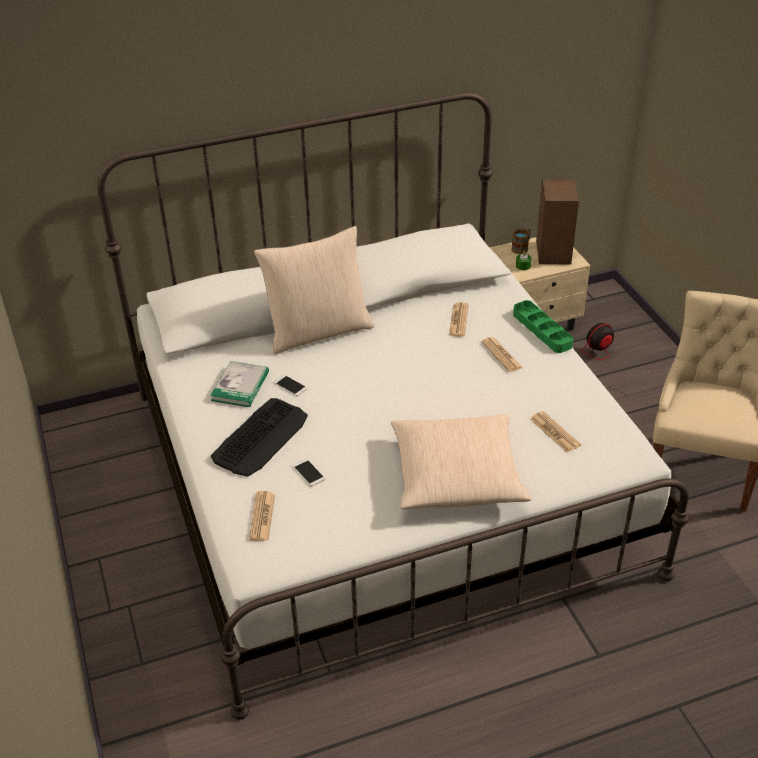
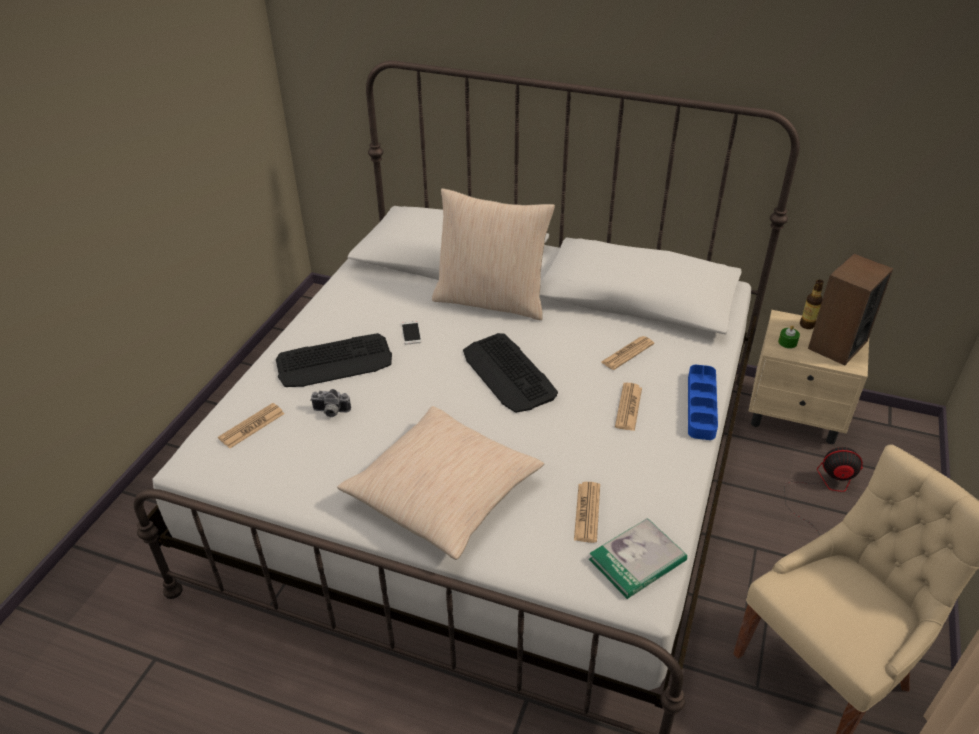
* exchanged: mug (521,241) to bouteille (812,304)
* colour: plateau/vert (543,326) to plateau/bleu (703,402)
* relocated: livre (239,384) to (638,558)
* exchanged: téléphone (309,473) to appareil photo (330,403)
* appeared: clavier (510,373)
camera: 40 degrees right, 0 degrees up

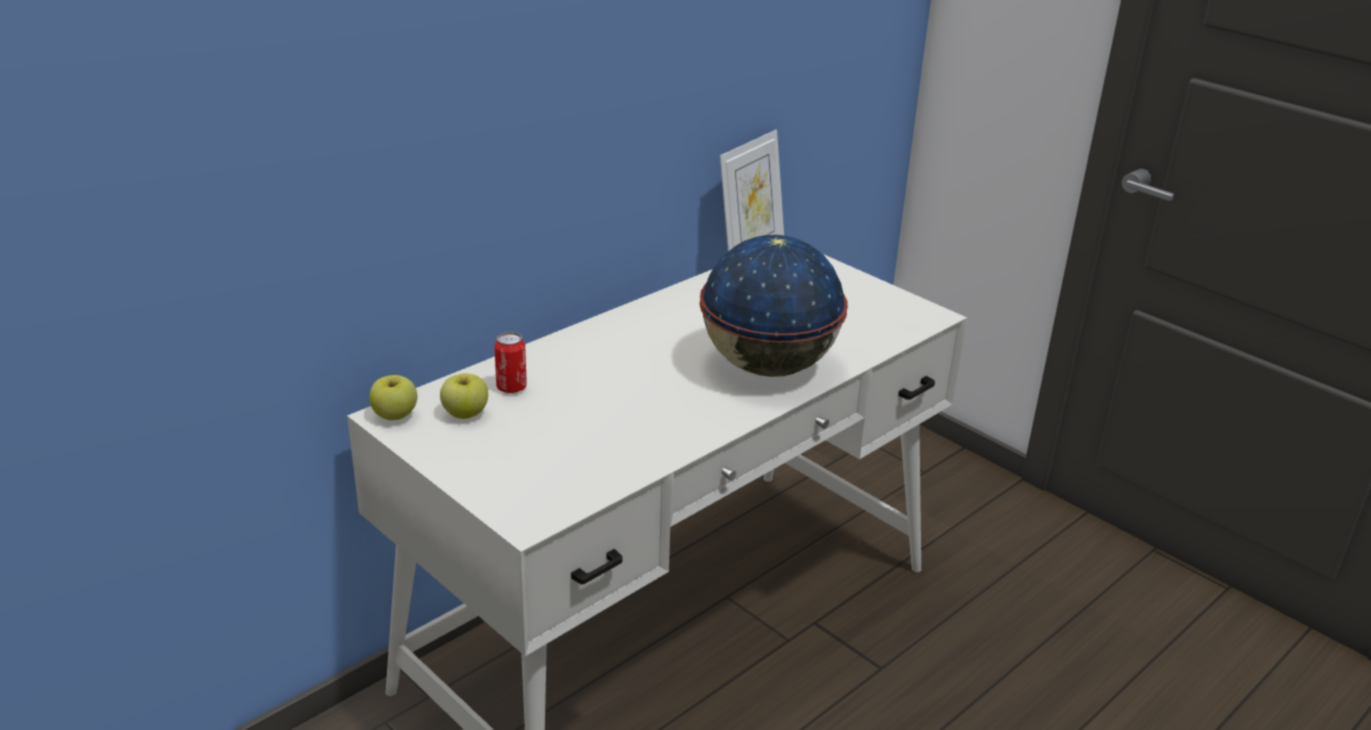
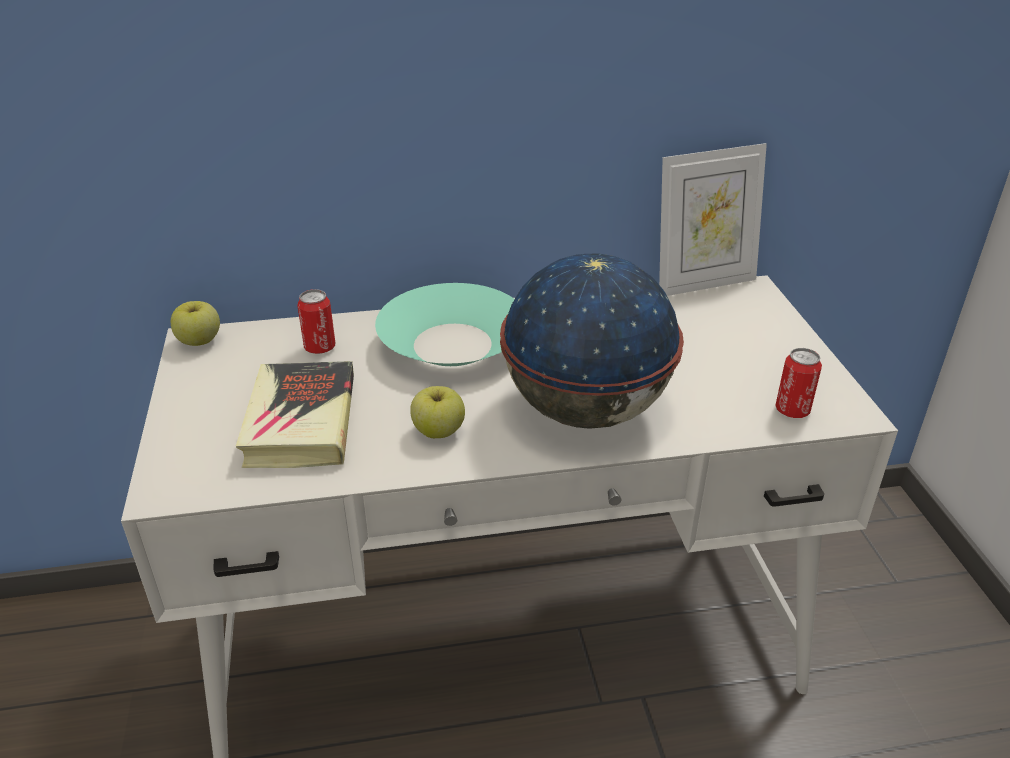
* relocated: pomme (464,396) to (437,412)
* appeared: bol/turquoise (444,324)
* appeared: boîte métallique (798,383)
* appeared: livre (294,414)
camera: 35 degrees right, 5 degrees up

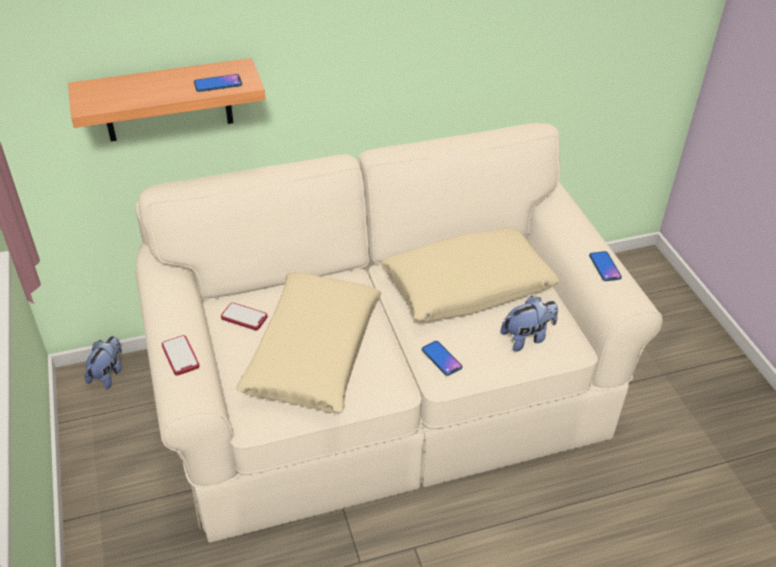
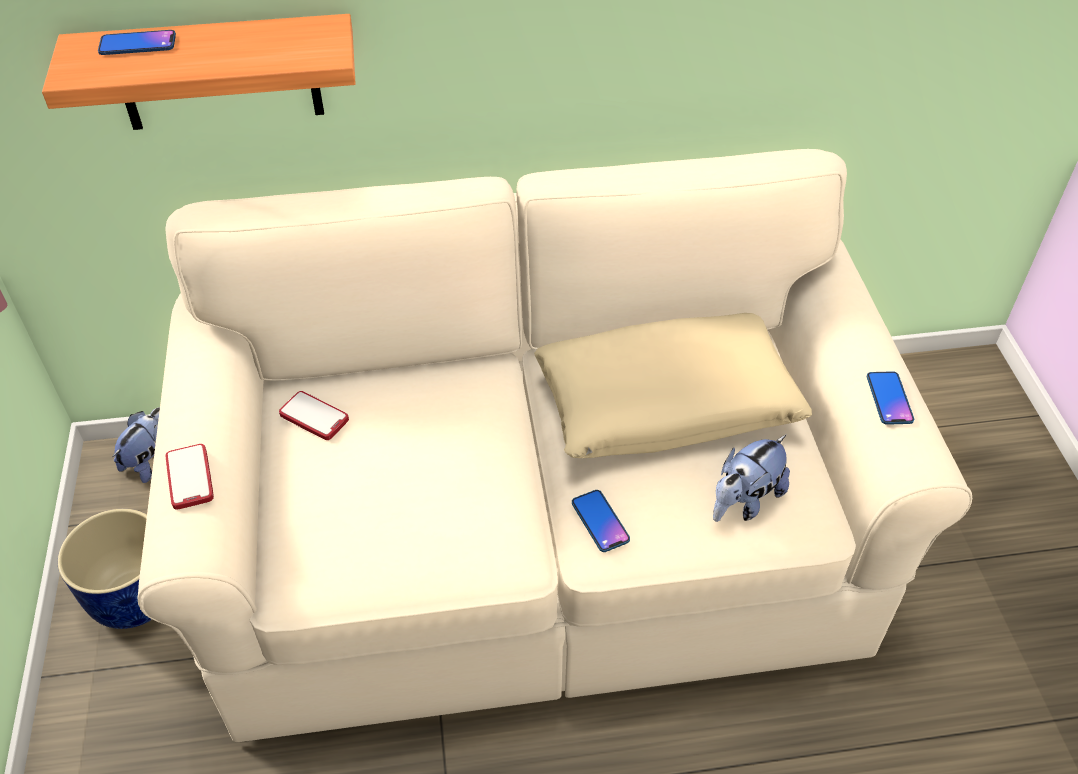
* relocated: téléphone (218,83) to (137,42)
* missing: coussin/beige (309,342)
* spun: peluche (529,324) = (751,478) 150 degrees clockwise
* appeared: cache-pot/bleu (105,569)
camera: 10 degrees right, 5 degrees up

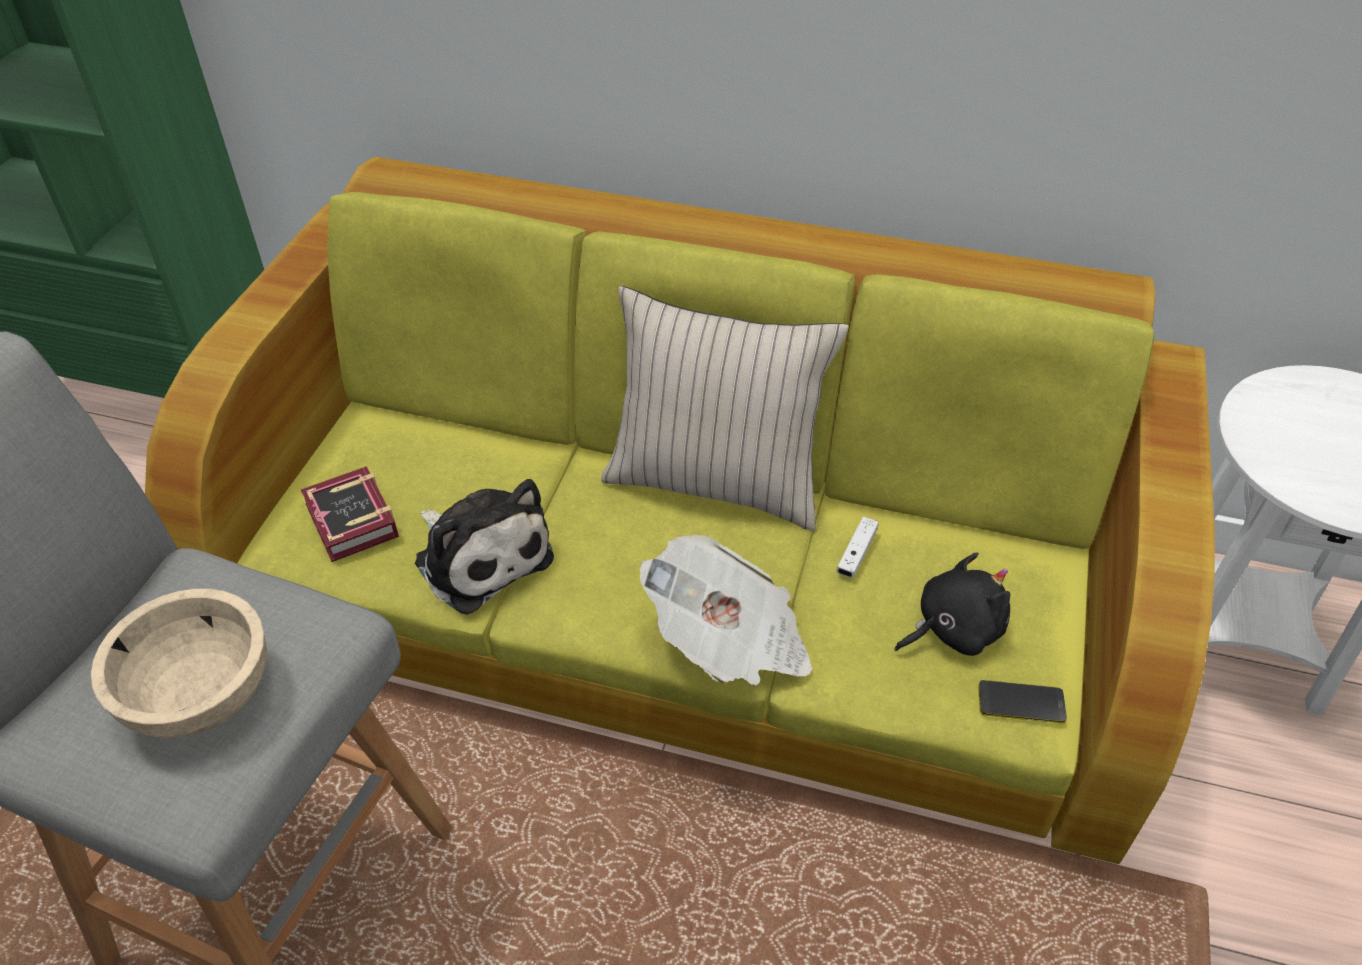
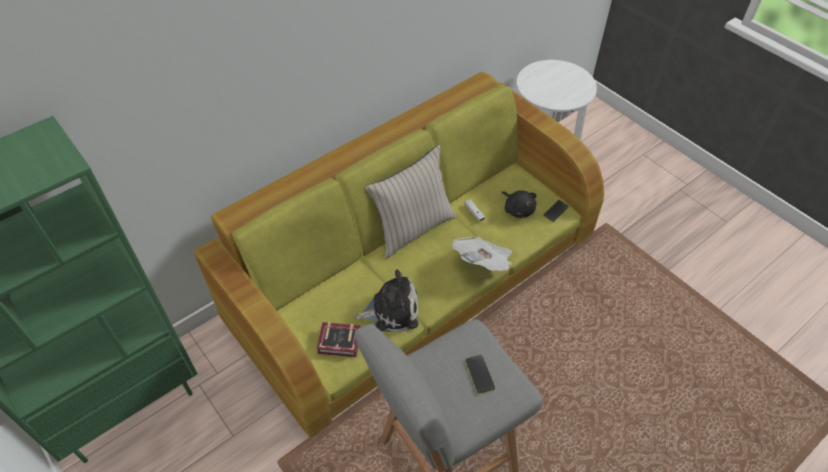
* spun: peluche/noir (952,604) = (519,204) 135 degrees clockwise
* exchanged: bol/beige (179,663) to téléphone (480,374)
camera: 55 degrees left, 5 degrees up

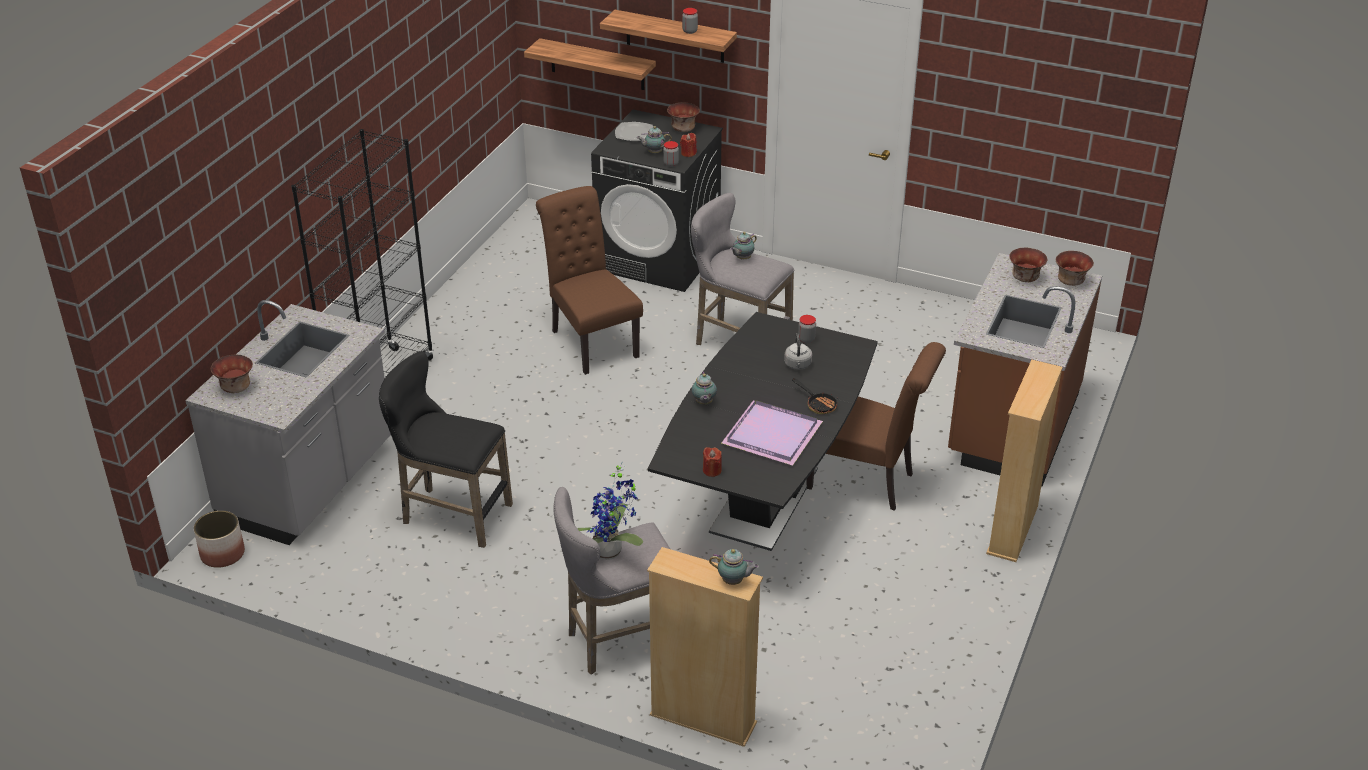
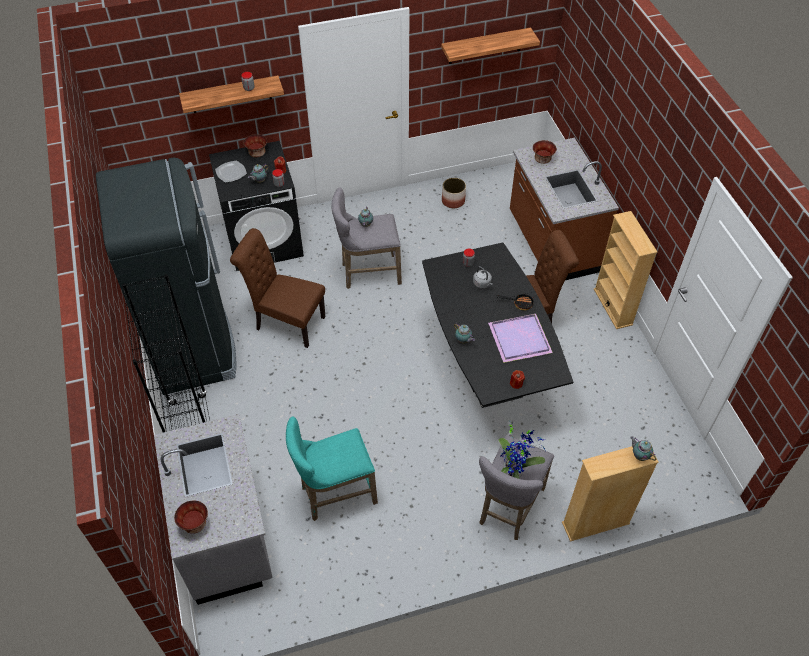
* relocated: étagère (590,64) to (490,45)
* missing: bol (1075,268)
* colour: tabouret/noir (446,449) to tabouret/turquoise (332,469)
* relocated: cache-pot (219,539) to (454,193)
* spun: théière (734,567) = (643,448) 105 degrees counterclockwise
* appeared: réfrigérateur/noir (166,276)
camera: 40 degrees left, 15 degrees up

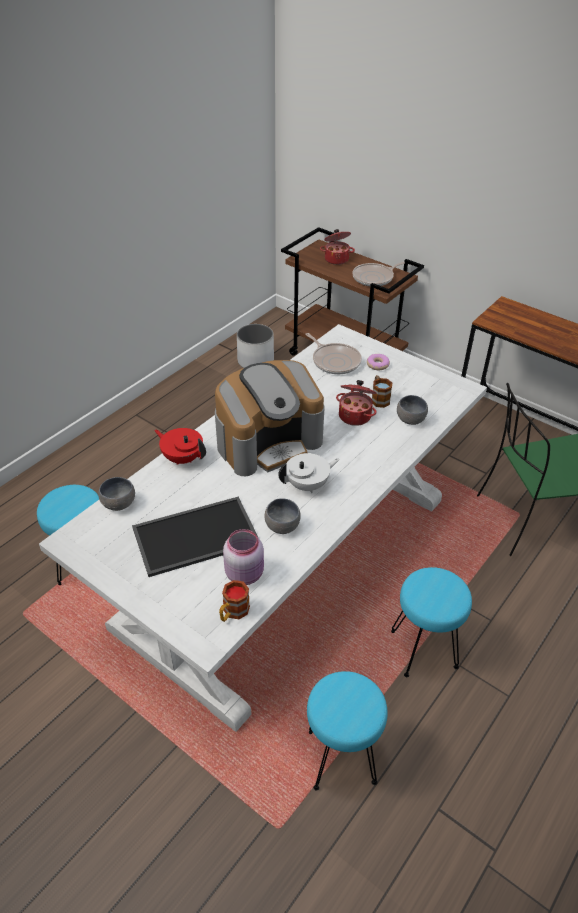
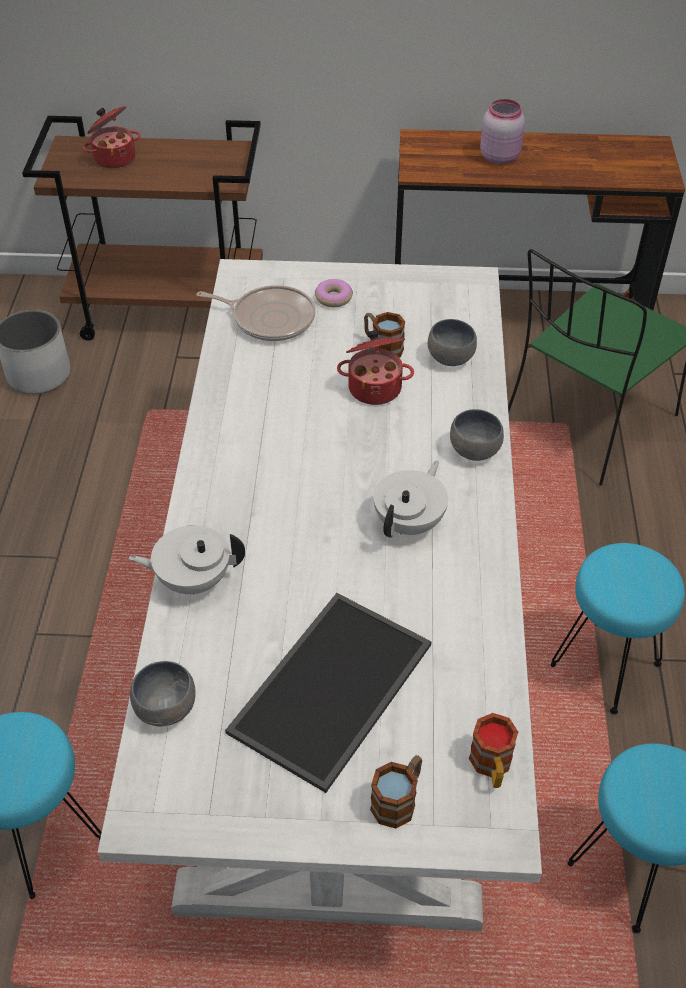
* missing: poêle (378,273)
* missing: machine à café (270,418)
* colour: théière/rouge (180,446) to théière/blanc (186,560)
* relocated: bol/gris (282,516) to (477,435)
* relocated: bocal/rose (243,557) to (502,132)
* appeared: mug (396,792)
camera: 35 degrees left, 5 degrees up

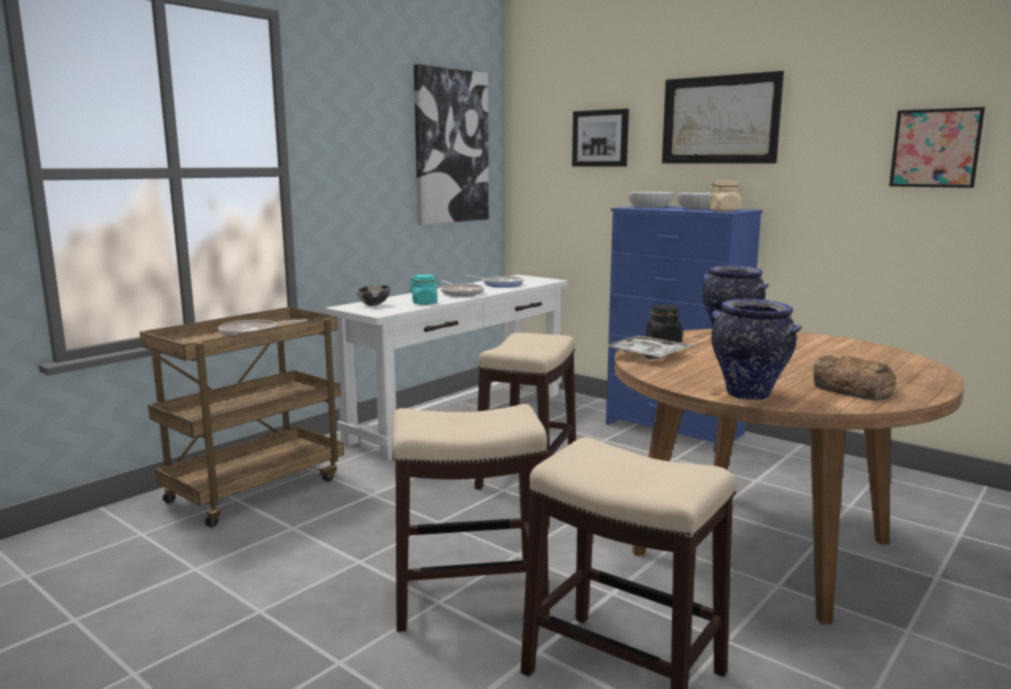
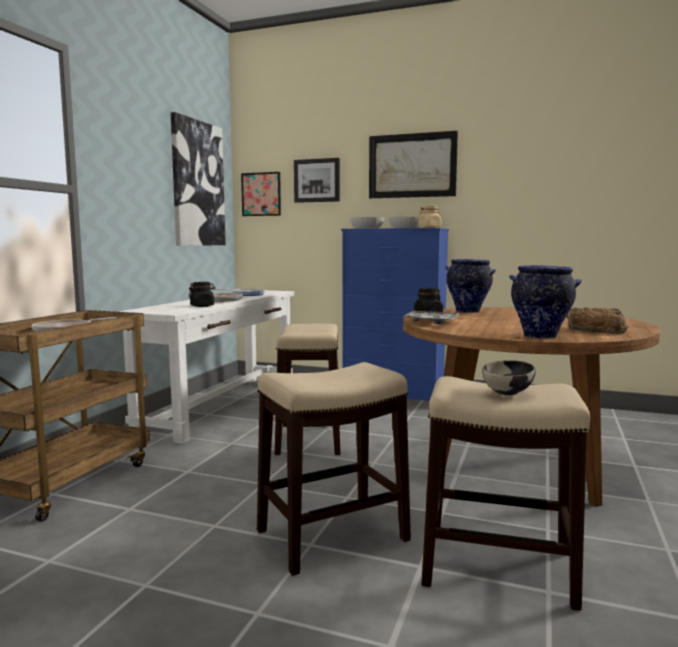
* relocated: tableau (937,147) to (261,194)
* colour: bocal/turquoise (424,289) to bocal/noir (202,294)
* relocated: bol (373,295) to (509,377)
camera: 20 degrees left, 5 degrees down

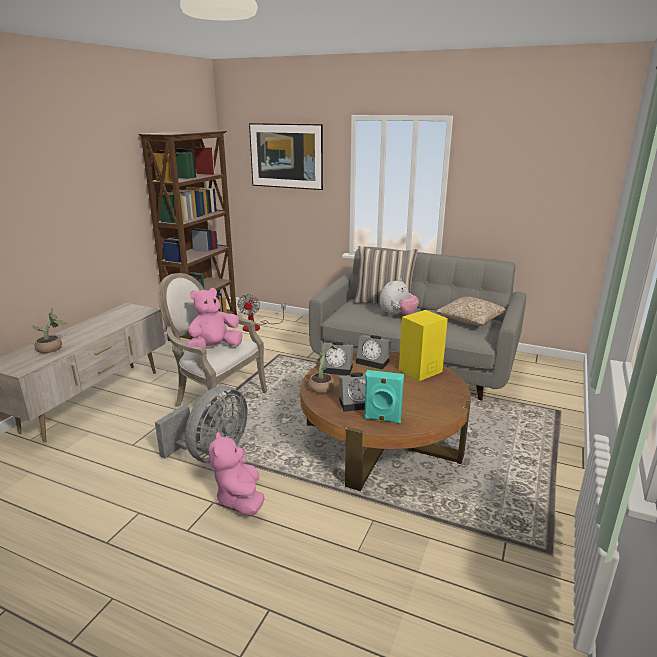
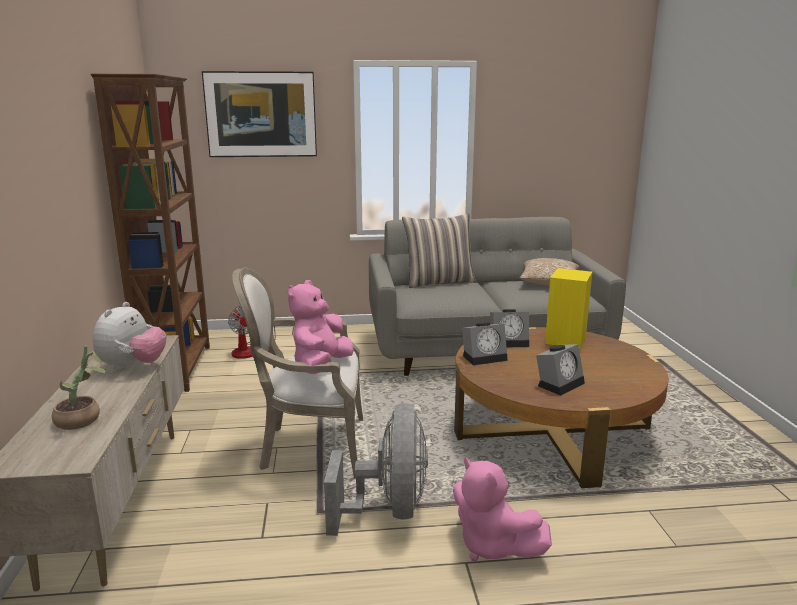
* relocated: peluche (399,297) to (130,336)
* missing: plante en pot (322,368)
* missing: enceinte/turquoise (384,397)
camera: 30 degrees left, 5 degrees down

